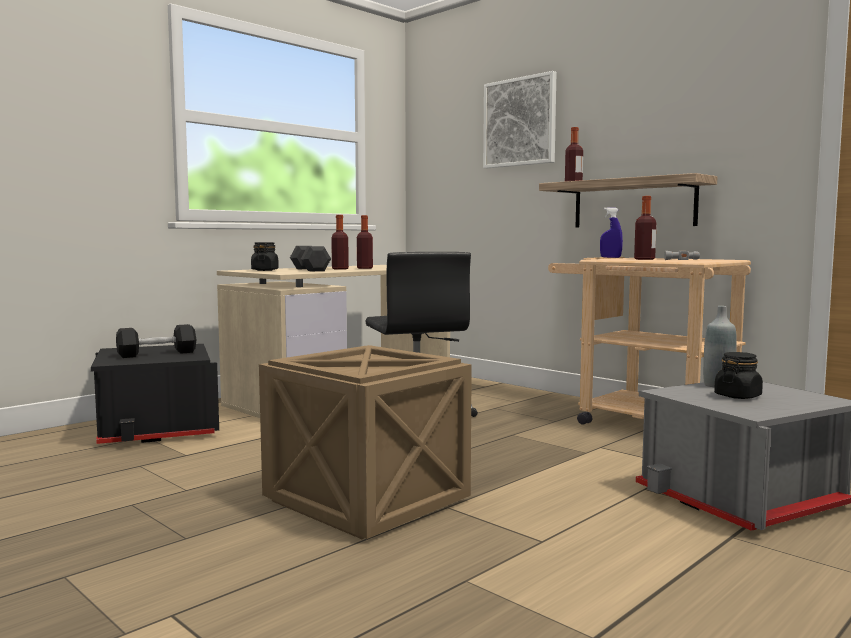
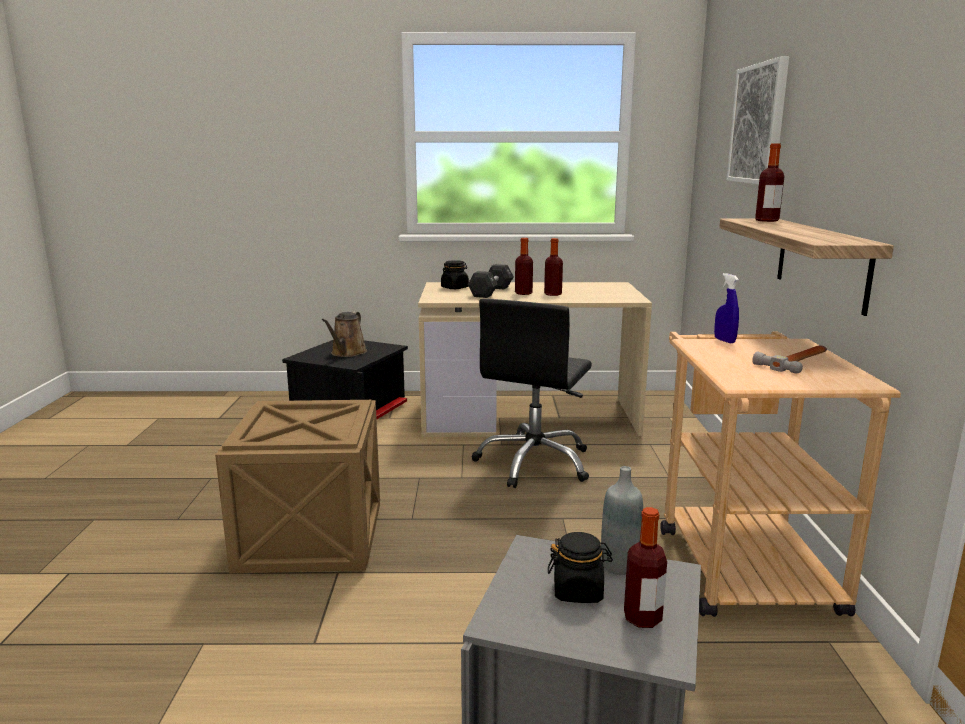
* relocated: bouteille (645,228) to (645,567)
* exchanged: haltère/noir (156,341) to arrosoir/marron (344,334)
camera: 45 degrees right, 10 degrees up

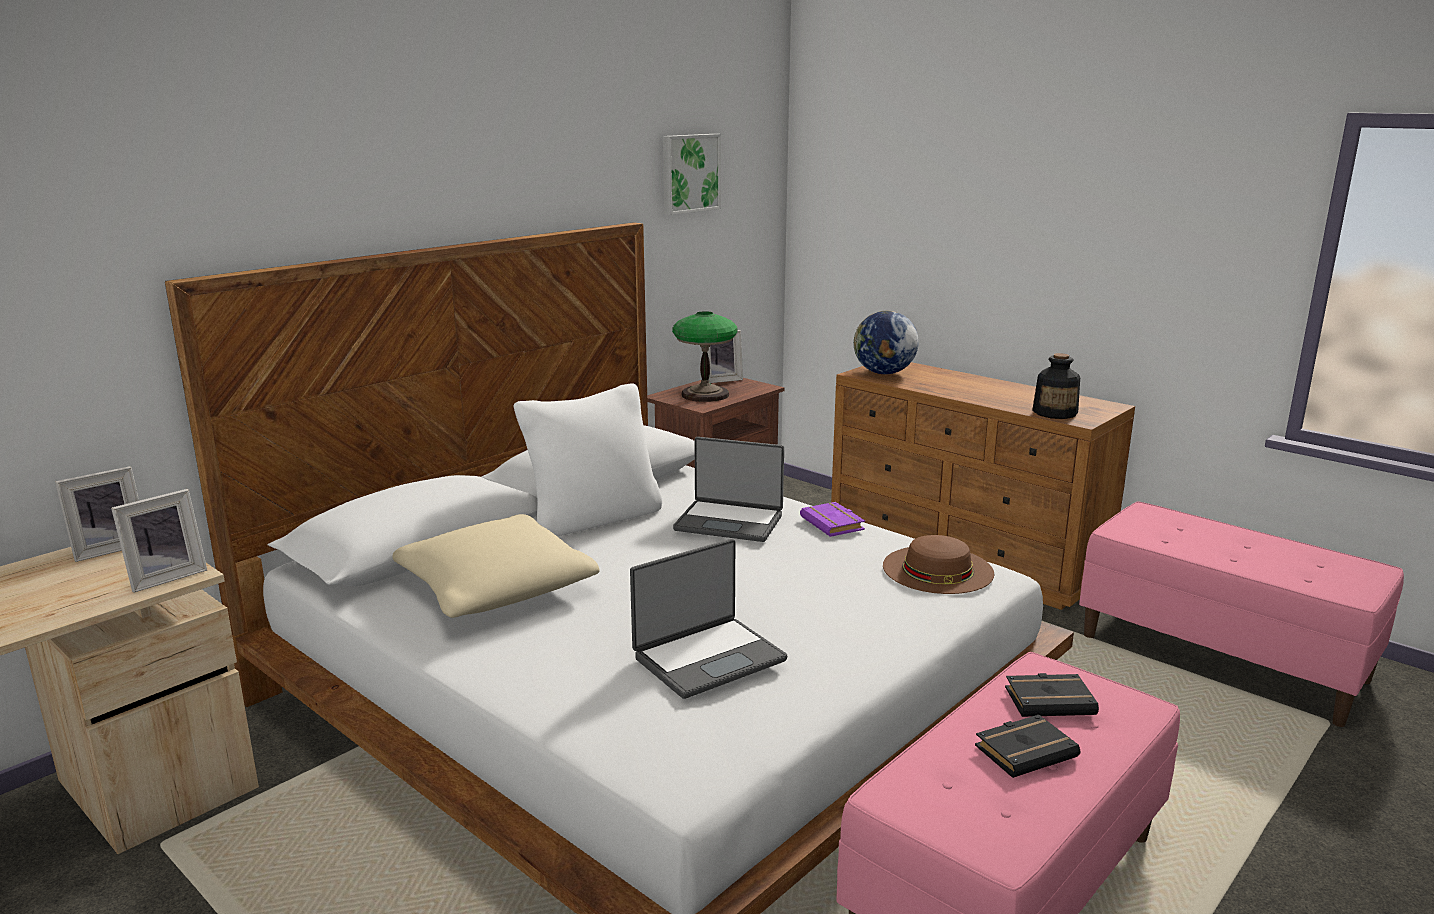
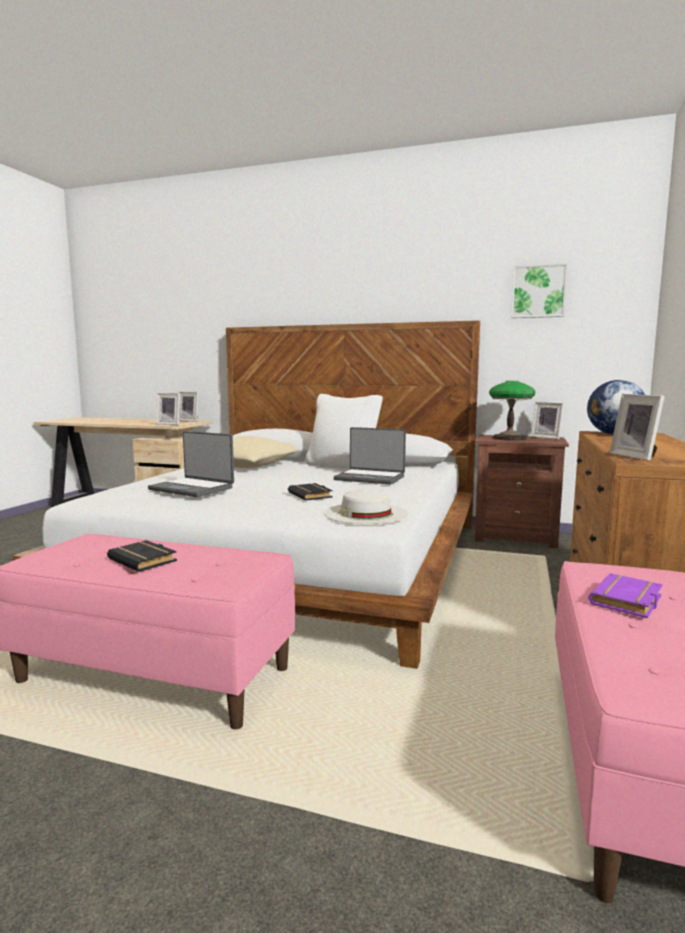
* exchanged: bouteille (1056,386) to cadre photo (637,427)
* spun: ordinateur portable (728,489) = (370,456) 60 degrees counterclockwise
* relocated: livre/violet (832,519) to (625,595)
* colour: chapeau/marron (938,564) to chapeau/blanc (366,506)
* relocated: livre/noir (1052,695) to (310,492)
camera: 65 degrees right, 10 degrees down

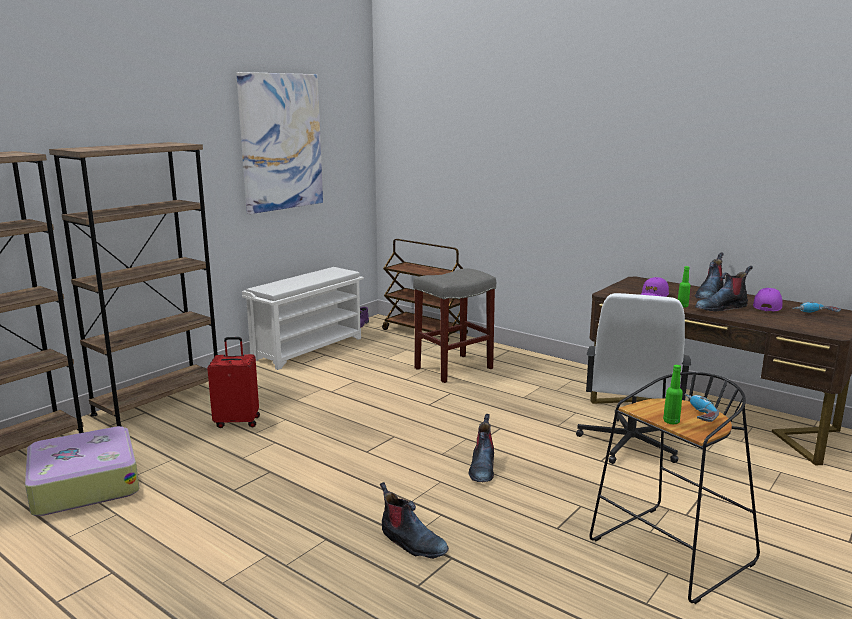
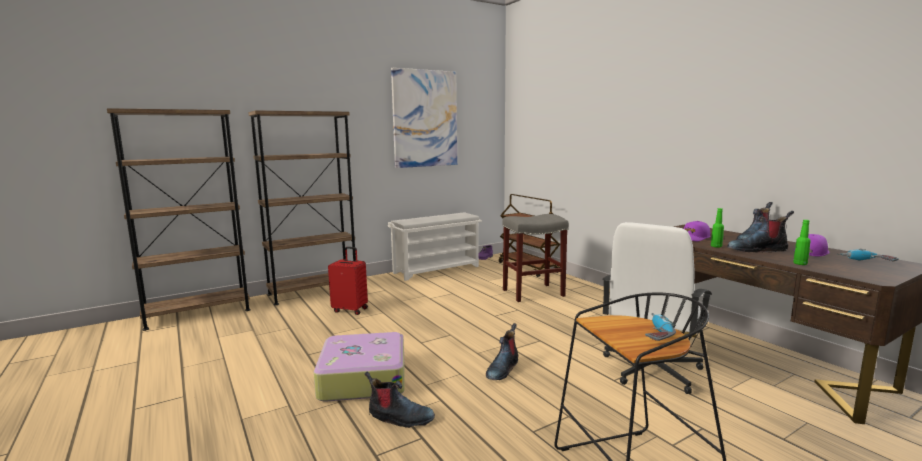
* relocated: bouteille/vert (673,394) to (802,242)
* relocated: valise (82,471) to (359,366)
* spun: botte (414,520) = (400,399) 45 degrees counterclockwise
camera: 20 degrees right, 5 degrees down

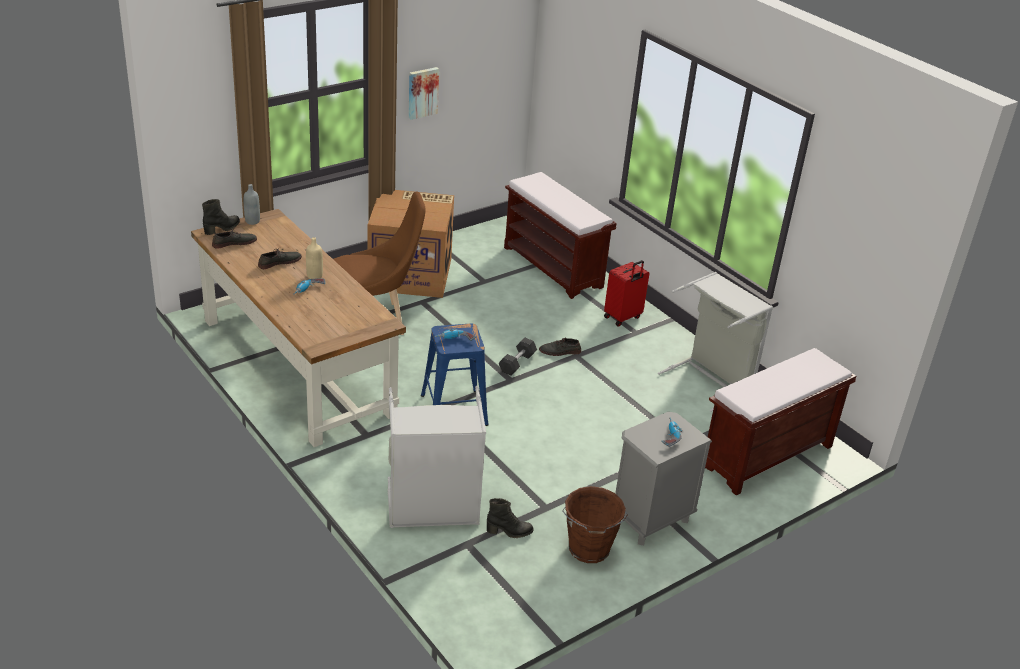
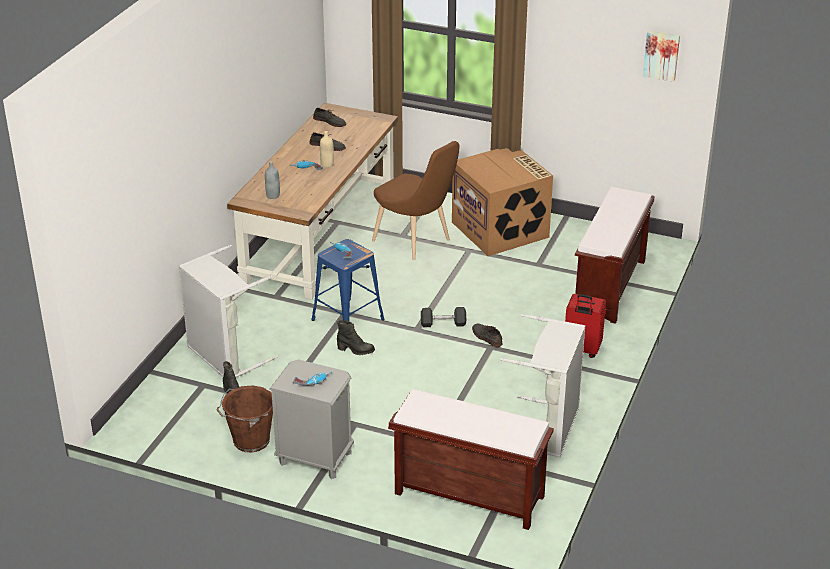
* relocated: tableau (424,93) to (661,56)
* relocated: bouteille/gris (252,204) to (272,180)
* relocated: botte/noir (221,217) to (356,337)
camera: 60 degrees right, 0 degrees up

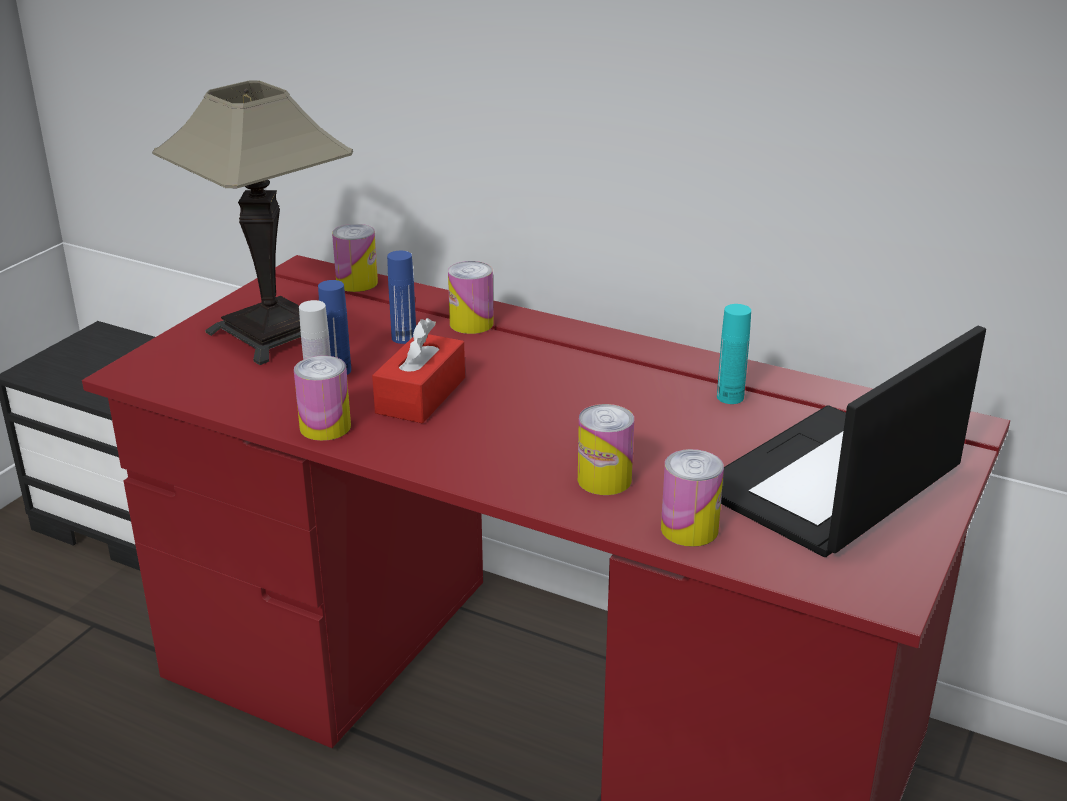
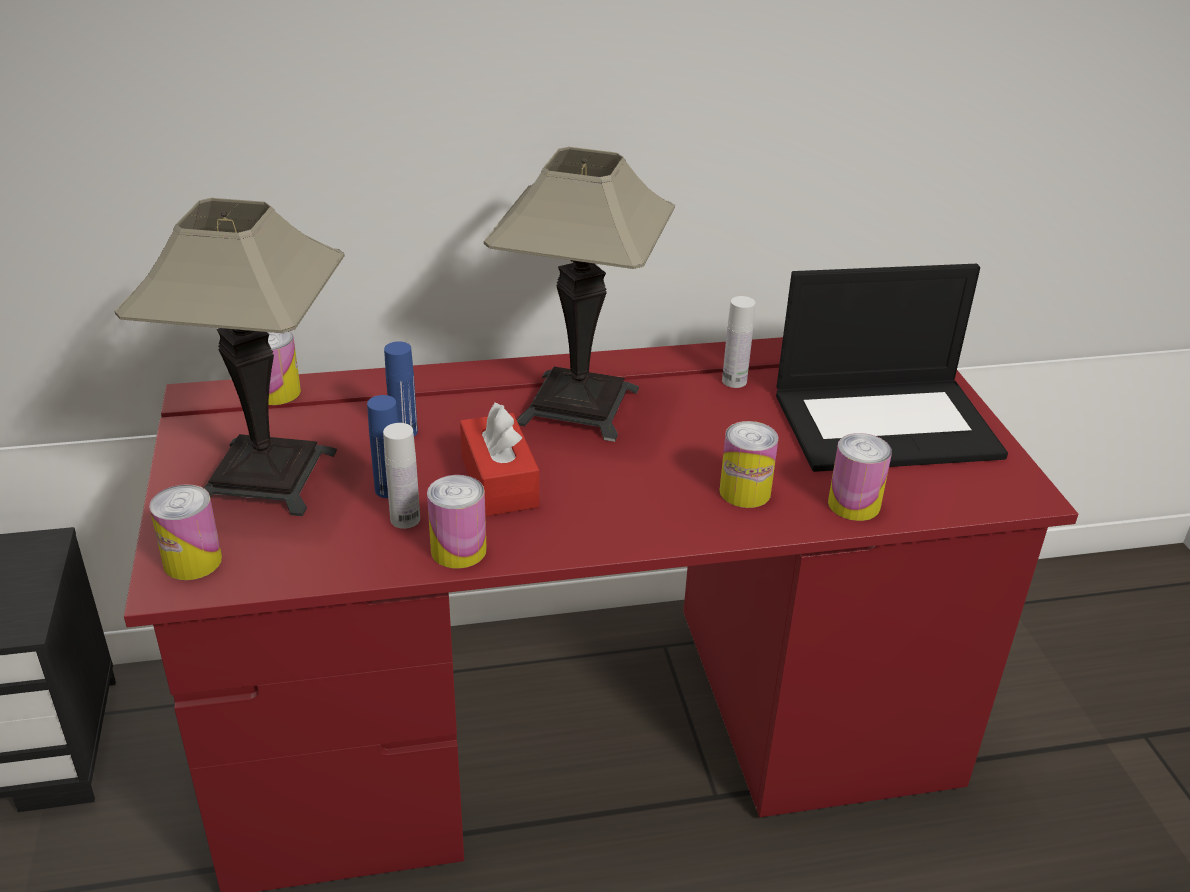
* relocated: boîte métallique (471,297) to (185,532)
* colour: bouteille/turquoise (734,354) to bouteille/blanc (738,342)
* spun: ordinateur portable (853,441) = (892,368) 105 degrees counterclockwise
* appeared: lampe de table (579,294)
camera: 40 degrees left, 5 degrees up

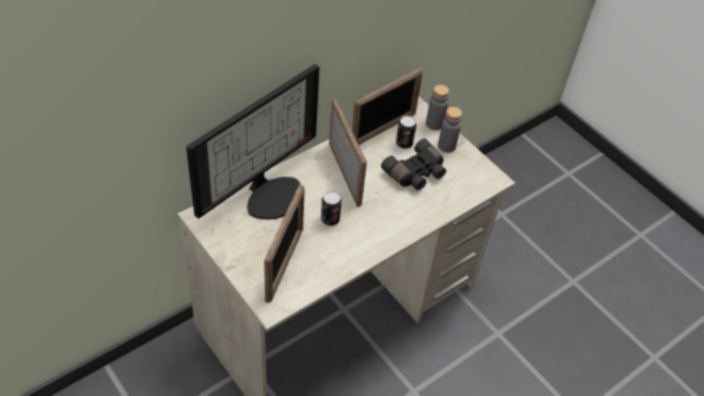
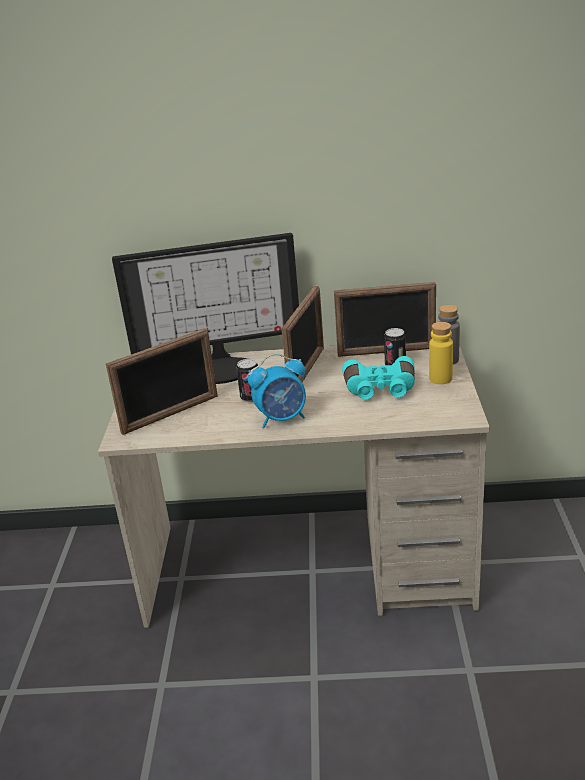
* colour: bouteille/gris (450,130) to bouteille/jaune (441,353)
* colour: jumelles/noir (413,164) to jumelles/turquoise (378,378)
* appeared: réveil (277,391)
camera: 45 degrees right, 20 degrees down

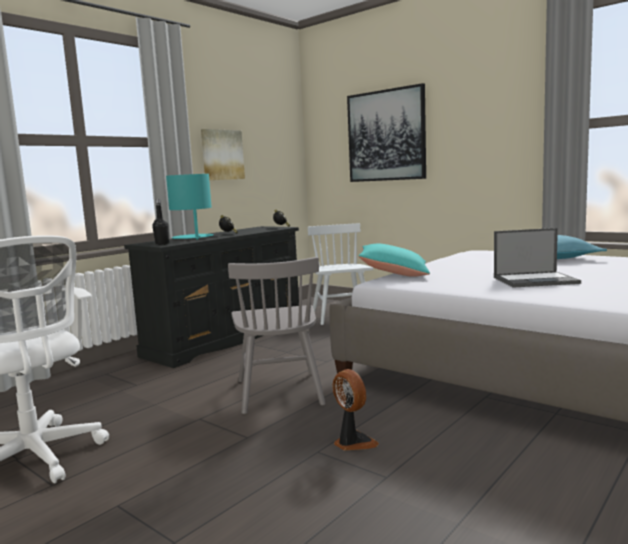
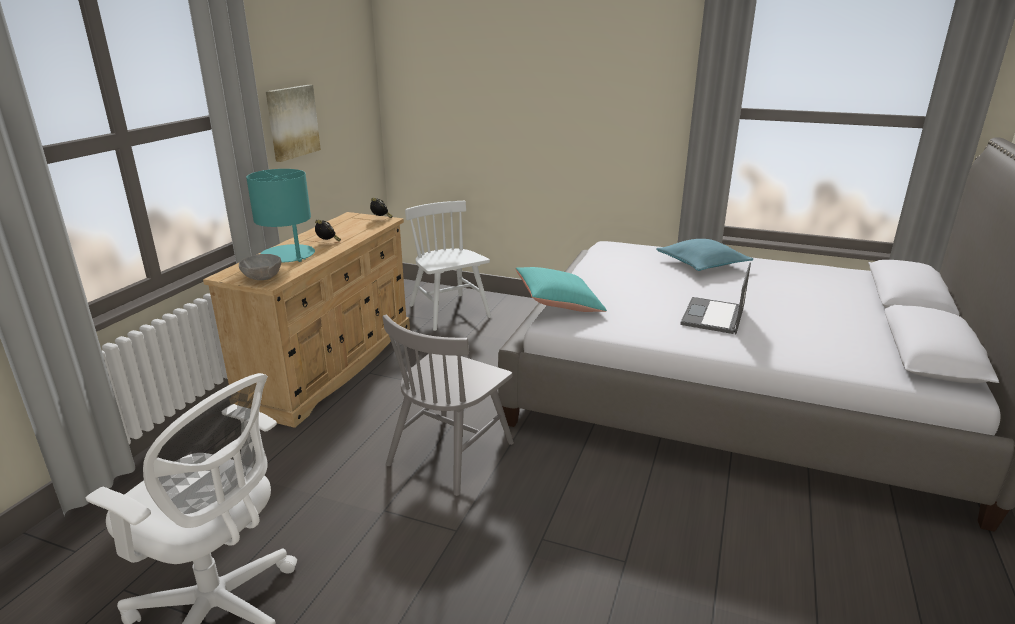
* missing: tableau (386,132)
* exchanged: bouteille/noir (160,222) to bol/gris (260,267)
* colour: commode/noir (211,297) to commode/beige (306,320)
* spun: ordinateur portable (537,258) = (715,298) 135 degrees clockwise
* spun: chaise/gris (277,335) = (448,405) 60 degrees clockwise
* missing: ventilateur (355,409)
camera: 20 degrees left, 15 degrees up

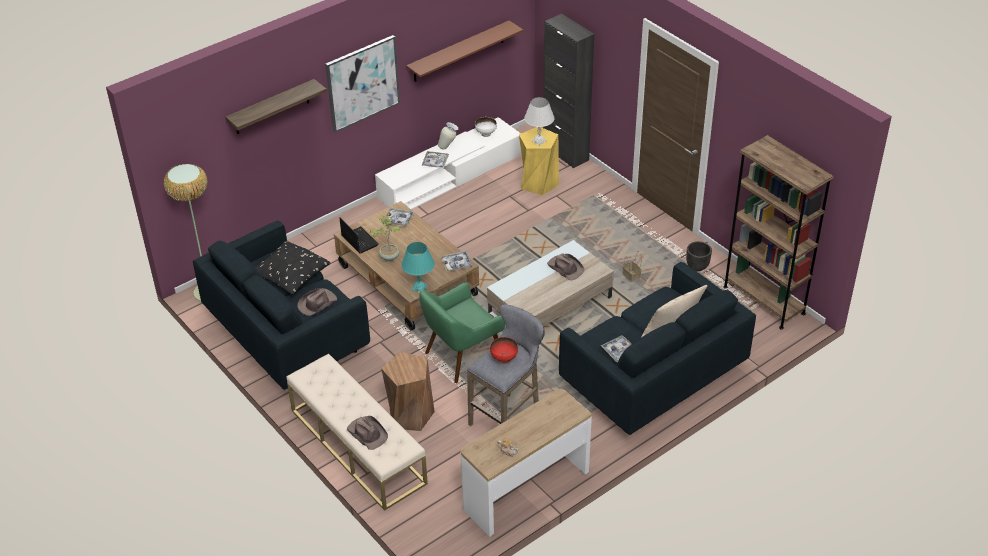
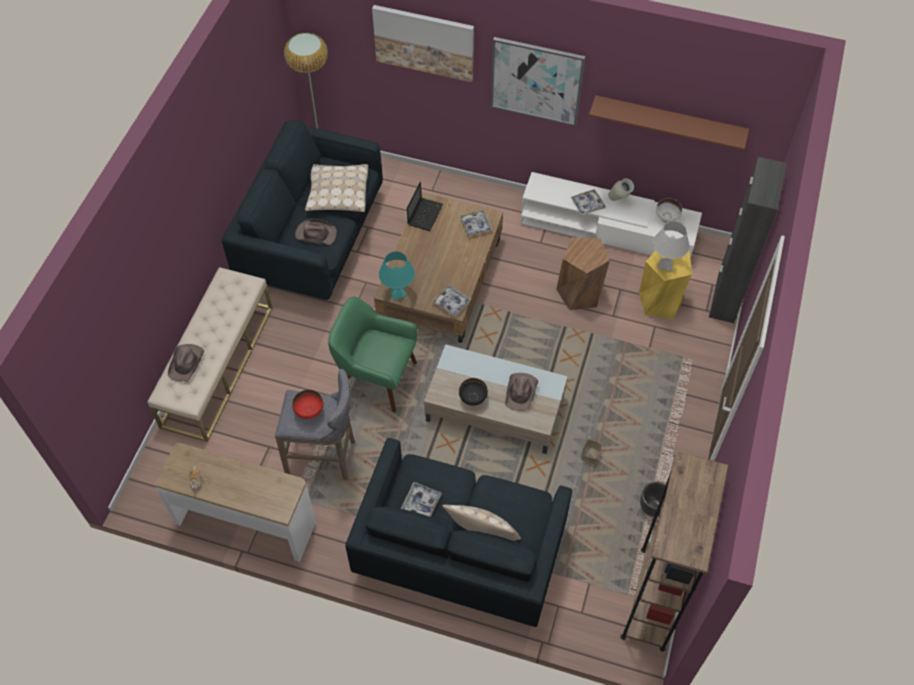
* exchanged: étagère (276,106) to tableau (423,43)
* missing: plante en pot (385,238)
* colour: coussin/noir (293,268) to coussin/beige (336,188)
* relocated: tabouret/marron (408,391) to (583,273)
* appeared: bol/noir (473,392)
camera: 55 degrees right, 15 degrees up

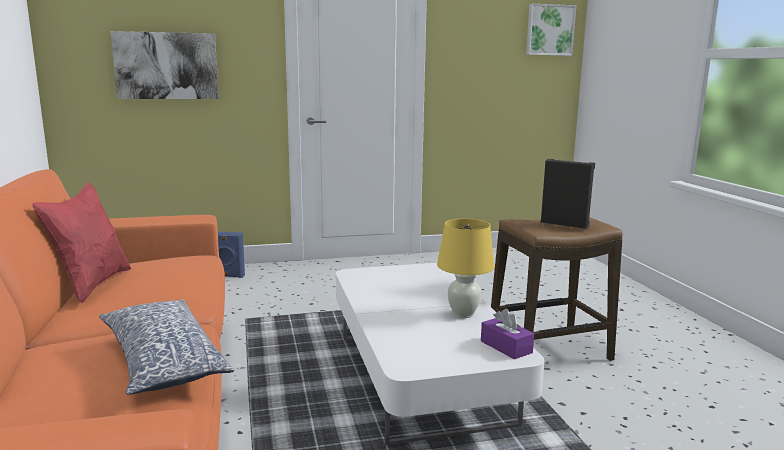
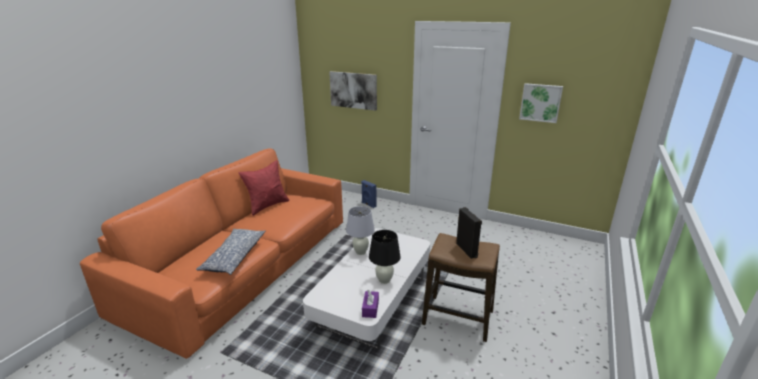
* relocated: tableau (551,30) to (541,103)
* colour: lampe de table/jaune (465,268) to lampe de table/noir (385,257)
* appeared: lampe de table/blanc (360,230)
camera: 40 degrees right, 10 degrees up

